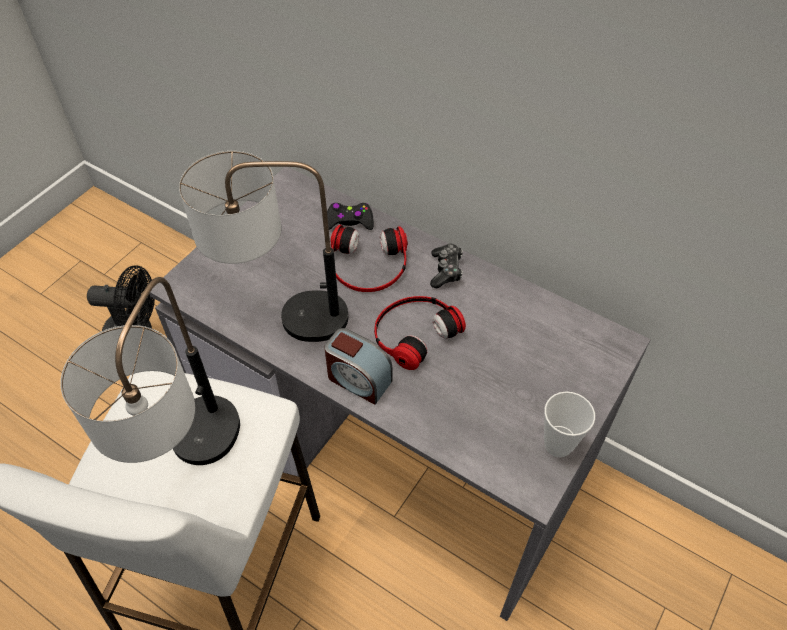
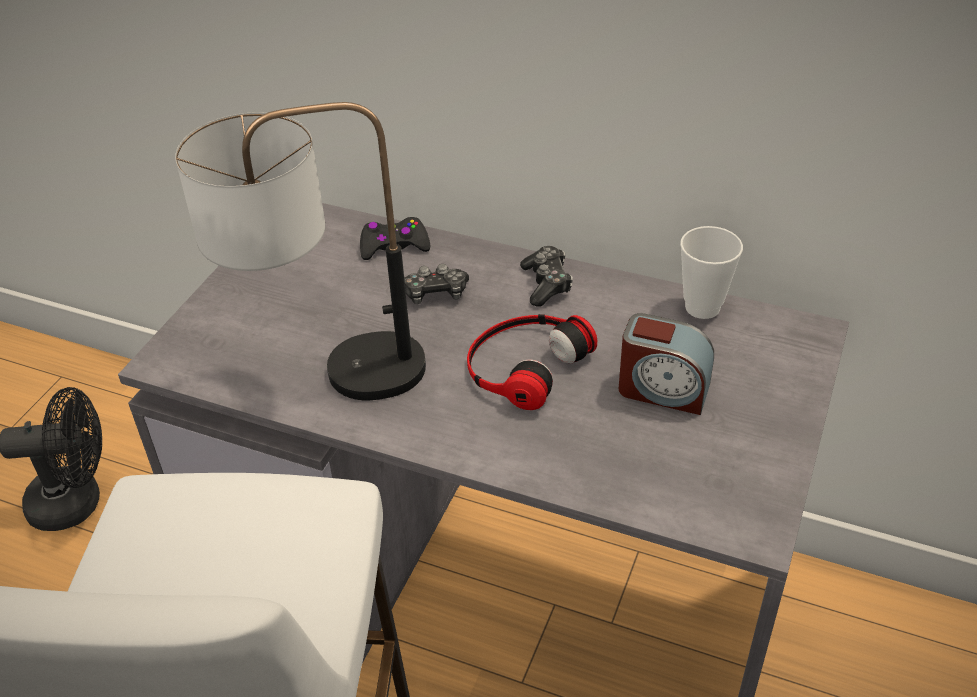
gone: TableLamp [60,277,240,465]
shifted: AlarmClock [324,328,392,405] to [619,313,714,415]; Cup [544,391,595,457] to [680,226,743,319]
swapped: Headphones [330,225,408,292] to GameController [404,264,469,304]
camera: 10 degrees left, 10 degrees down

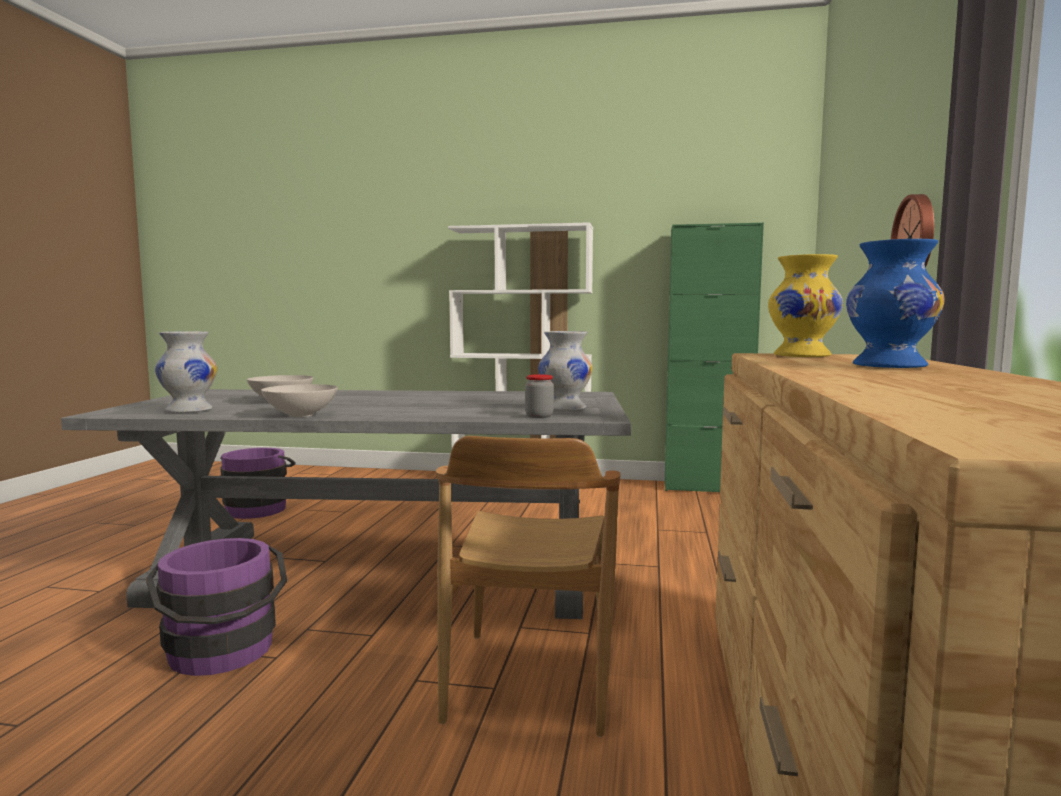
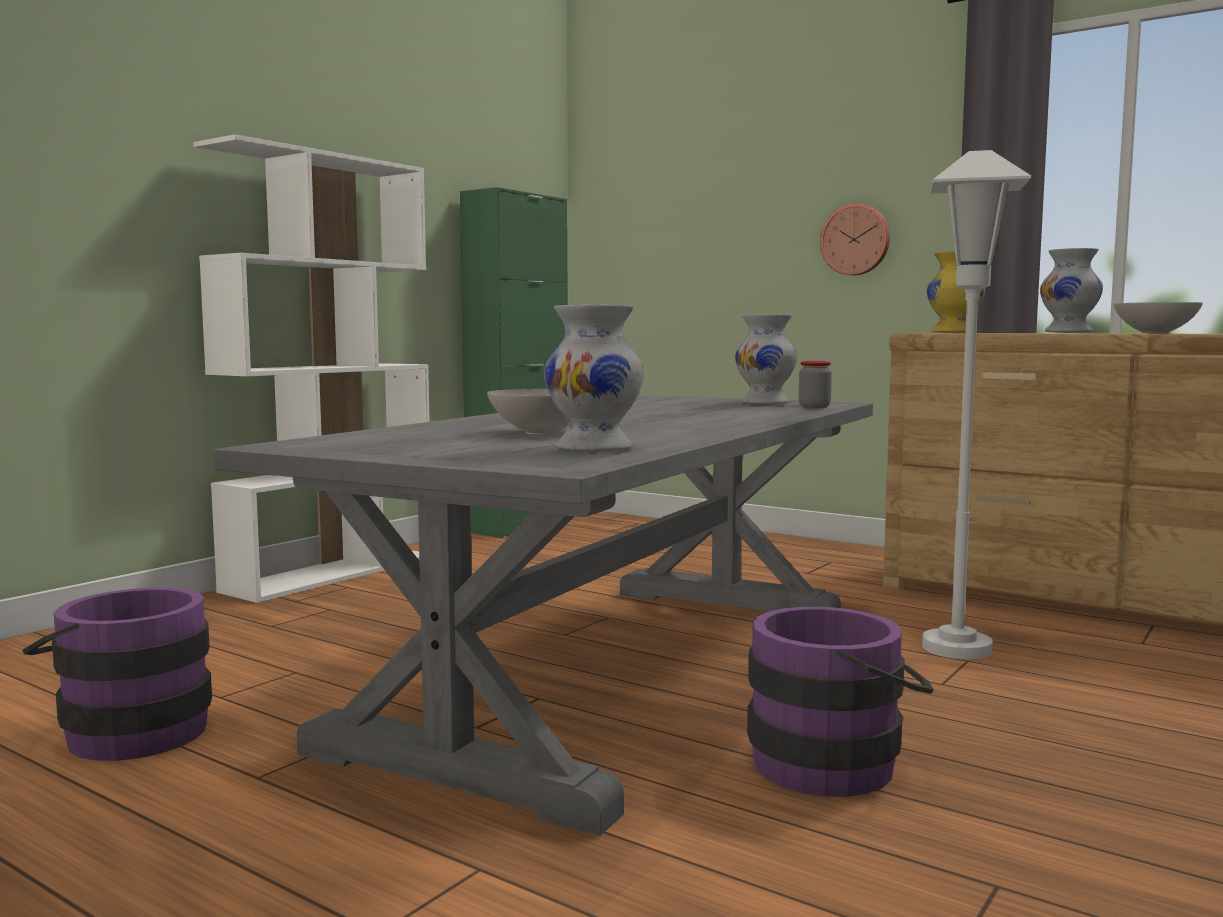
shifted: WhiteBowl [261,384,338,417] to [1113,302,1203,333]
swapped: BrownChair [436,436,620,737] to WhiteFloorLamp [922,150,1031,659]
repainted: BlueVase [846,239,945,368] to WhiteVase [1040,248,1103,333]
camera: 65 degrees left, 0 degrees up

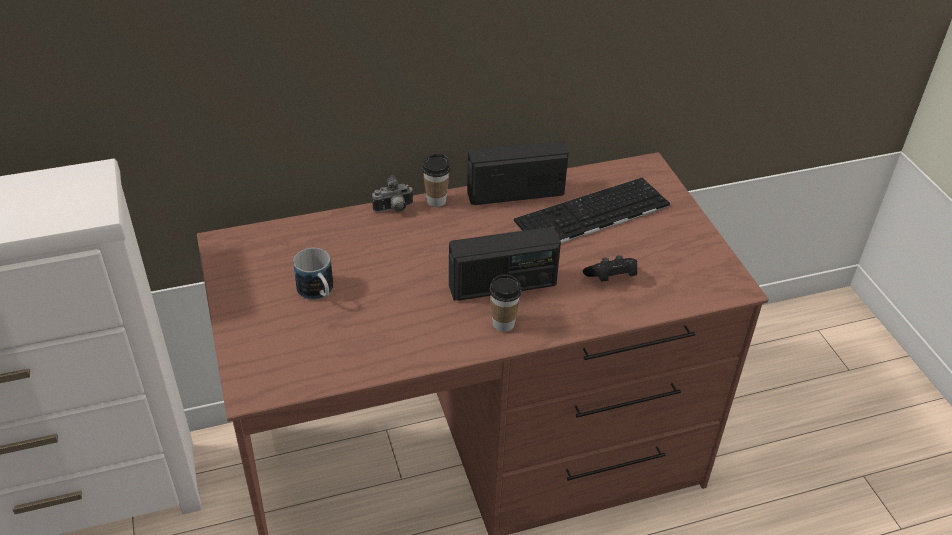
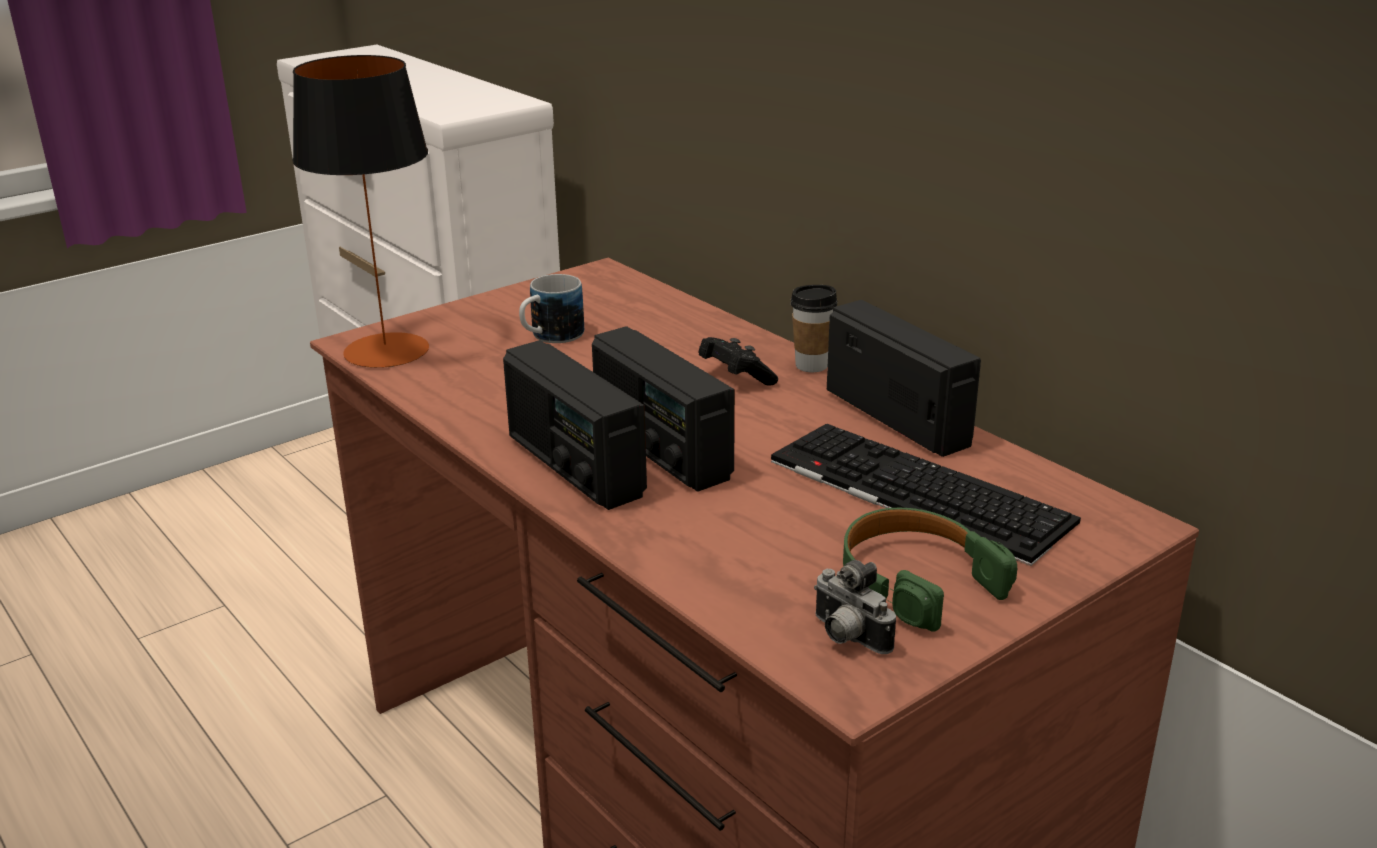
new: TableLamp [292,55,429,368]; GreenHeadphones [843,508,1017,632]
shifted: PhotoCamera [372,175,414,212] to [814,560,896,654]; BlackGameController [583,255,637,282] to [698,337,778,386]
swapped: Cup [489,274,522,332] to Radio [503,340,647,510]
camera: 70 degrees right, 15 degrees down

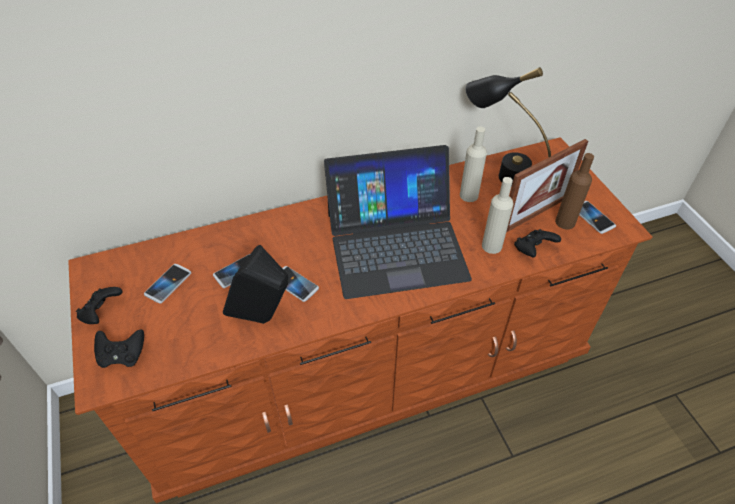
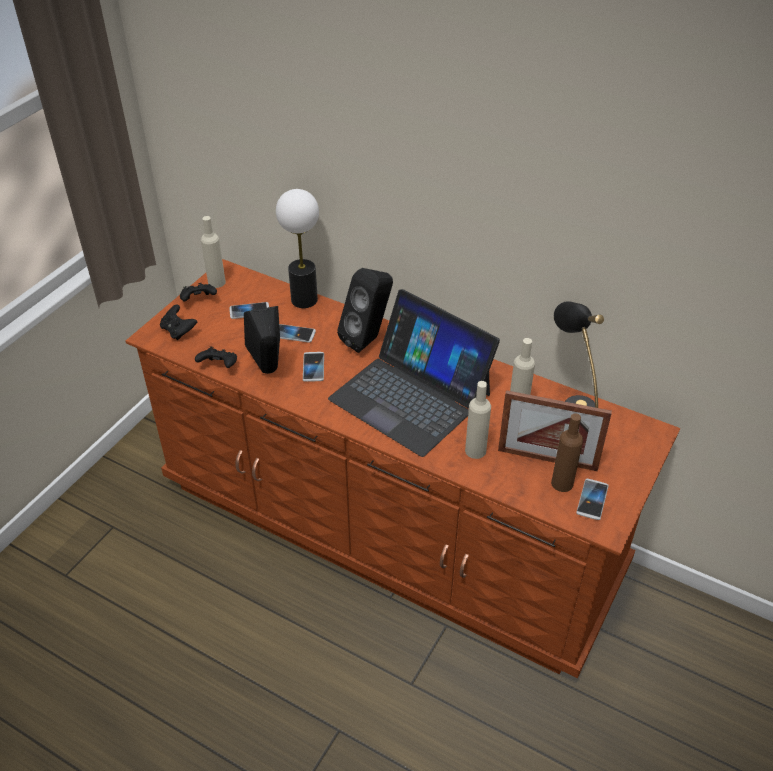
new: TableLamp [276,189,319,308]; BeigeBottle [201,216,226,288]; BlackSpeaker [337,268,393,353]
shifted: BlackGameController [514,229,561,258] to [195,347,237,368]
camera: 50 degrees right, 5 degrees down

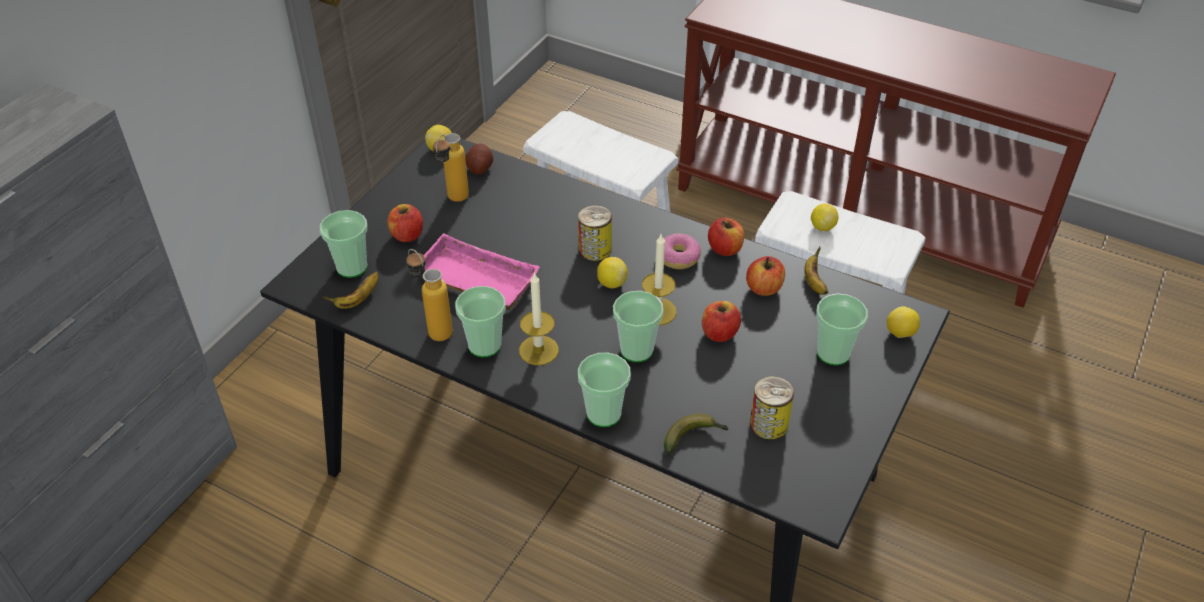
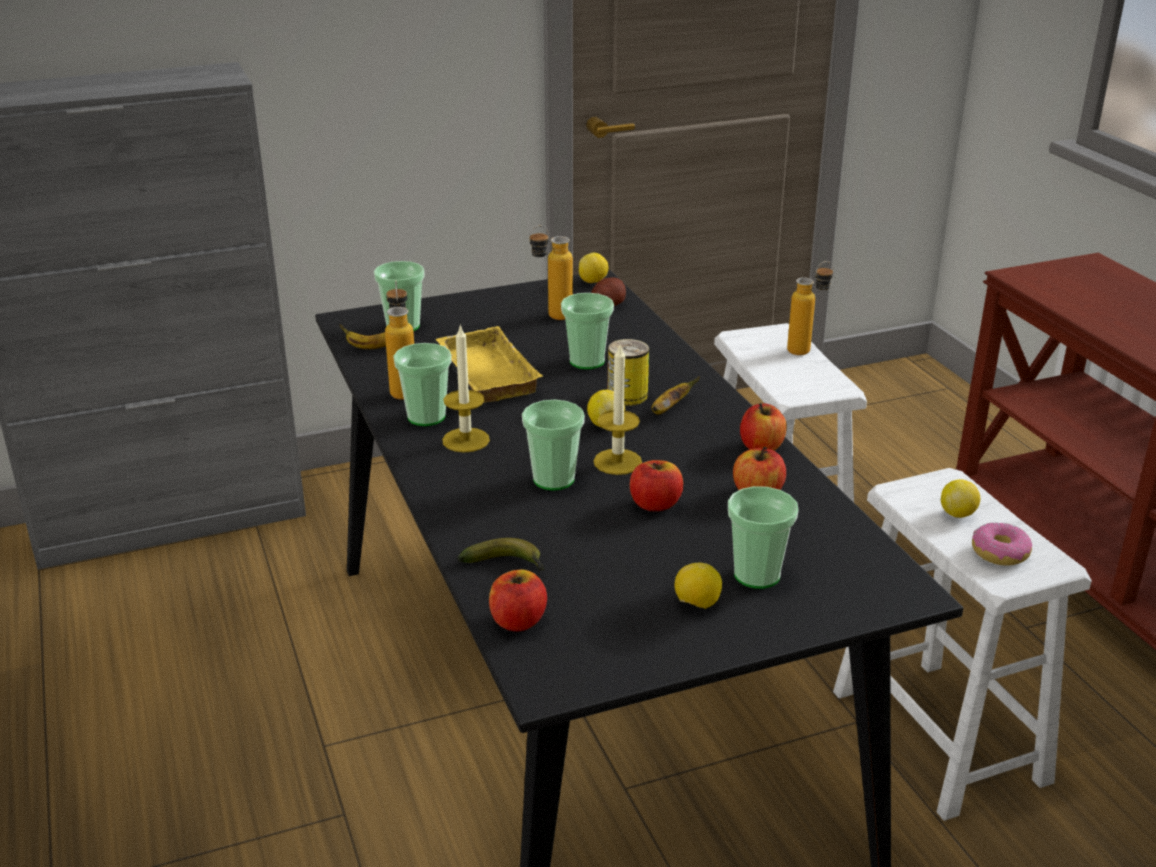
gone: Can [750,376,794,439]
new: Bottle [787,261,833,355]
shifted: Apple [387,204,423,242] to [489,570,547,631]; Donut [663,233,701,269] to [972,522,1032,566]; Banana [804,247,828,295] to [651,376,700,414]; Lemon [887,306,920,338] to [675,563,722,609]; Cup [578,353,631,427] to [561,293,614,369]
repainted: PinkTray [424,233,540,310] to YellowTray [435,326,543,403]
camera: 40 degrees right, 15 degrees down

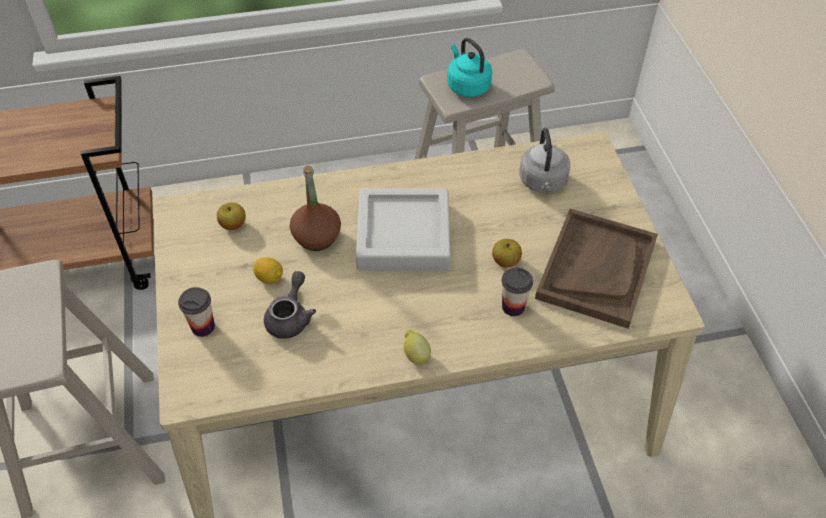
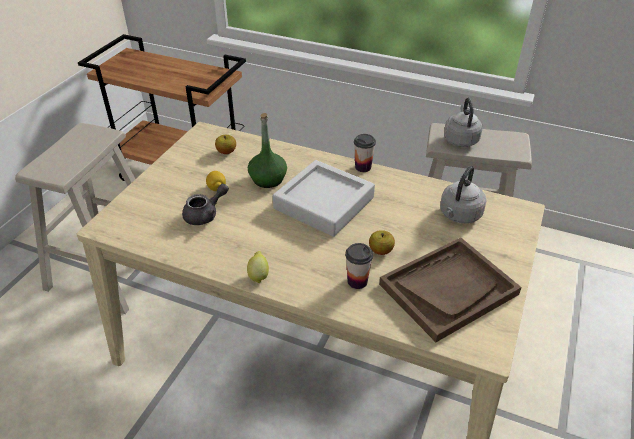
shifted: Cup [178,287,215,337] to [354,134,376,172]
repainted: TurquoiseKettle [447,38,492,97] to GreyKettle [444,98,482,147]; BrownBottle [290,166,341,251] to GreenBottle [248,113,287,188]
camera: 35 degrees right, 10 degrees down

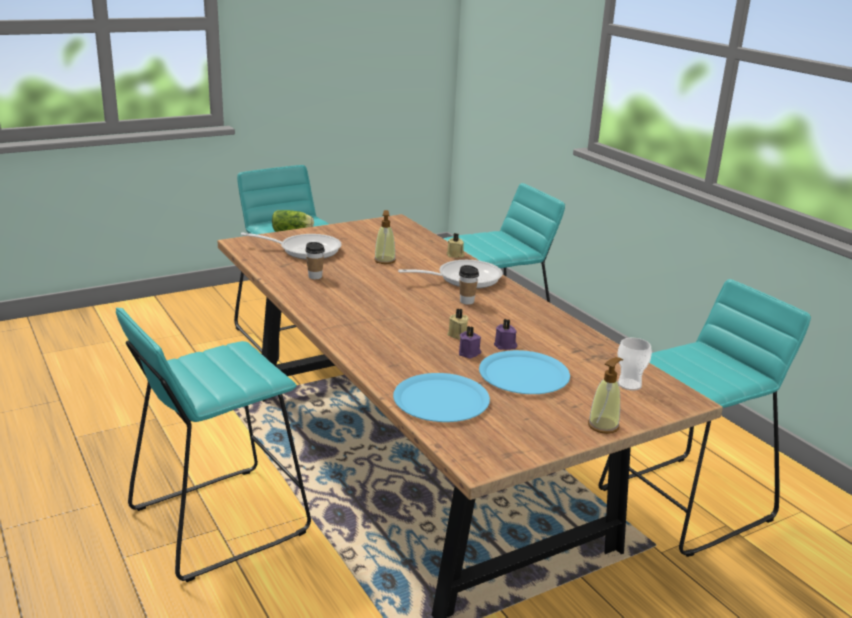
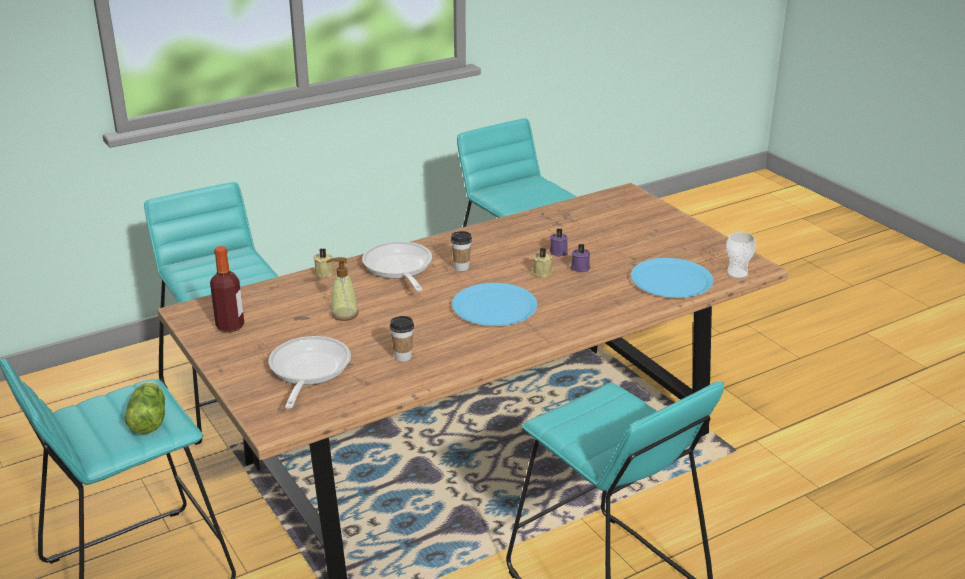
gone: SoapDispenser [588,357,623,434]
new: Bottle [210,246,244,333]
shifted: Cup [617,338,652,391] to [726,232,756,279]; BluePlate [479,350,570,394] to [452,283,537,326]
camera: 90 degrees left, 5 degrees up

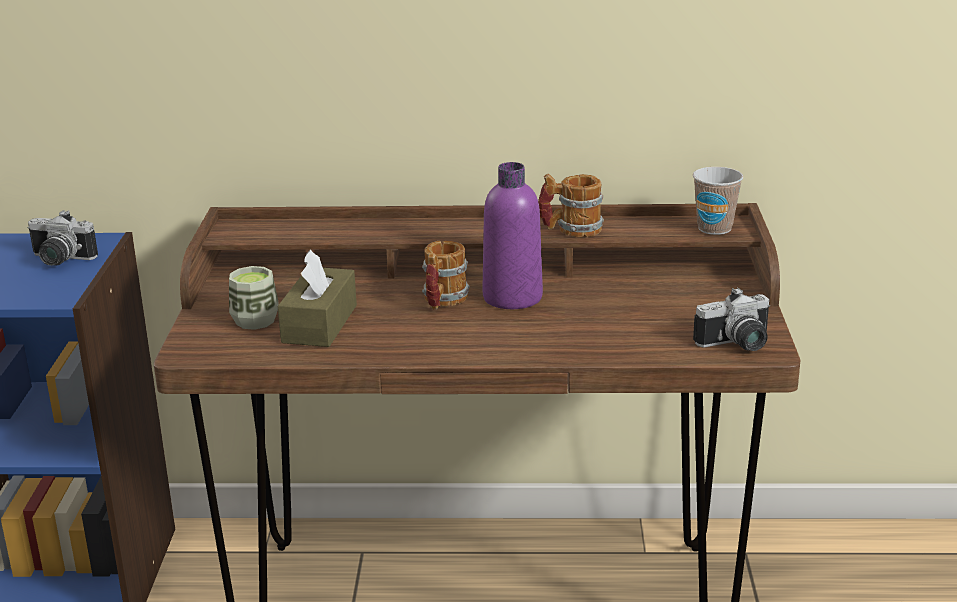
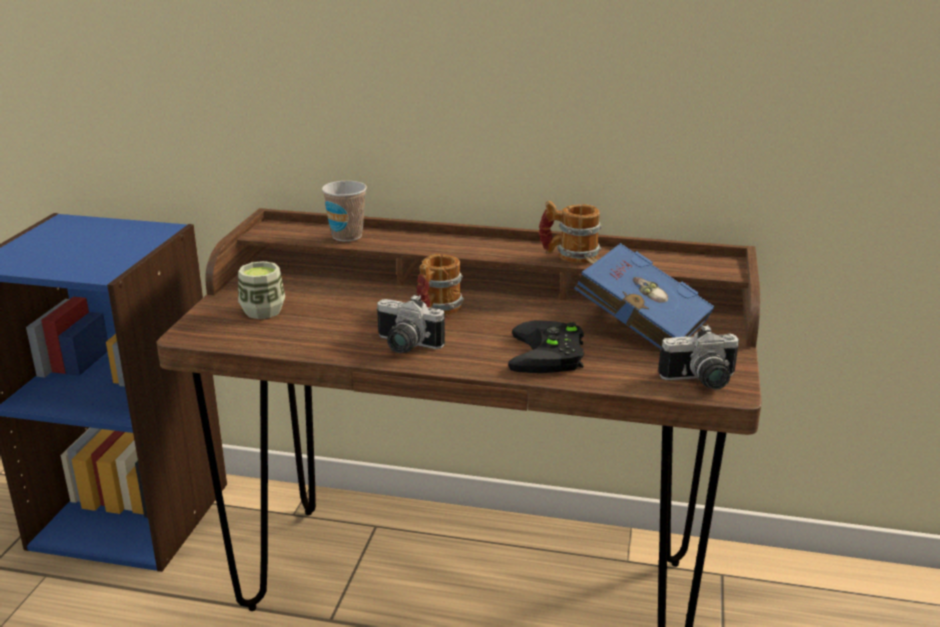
gone: PurpleBottle [483,162,543,309]; BrownTissueBox [278,249,357,347]
new: BlueBook [574,243,715,349]; BlackGameController [508,320,584,373]
shifted: Cup [693,167,743,235] to [322,181,367,242]; PhotoCamera [28,210,98,266] to [376,294,445,353]
camera: 10 degrees right, 0 degrees up

